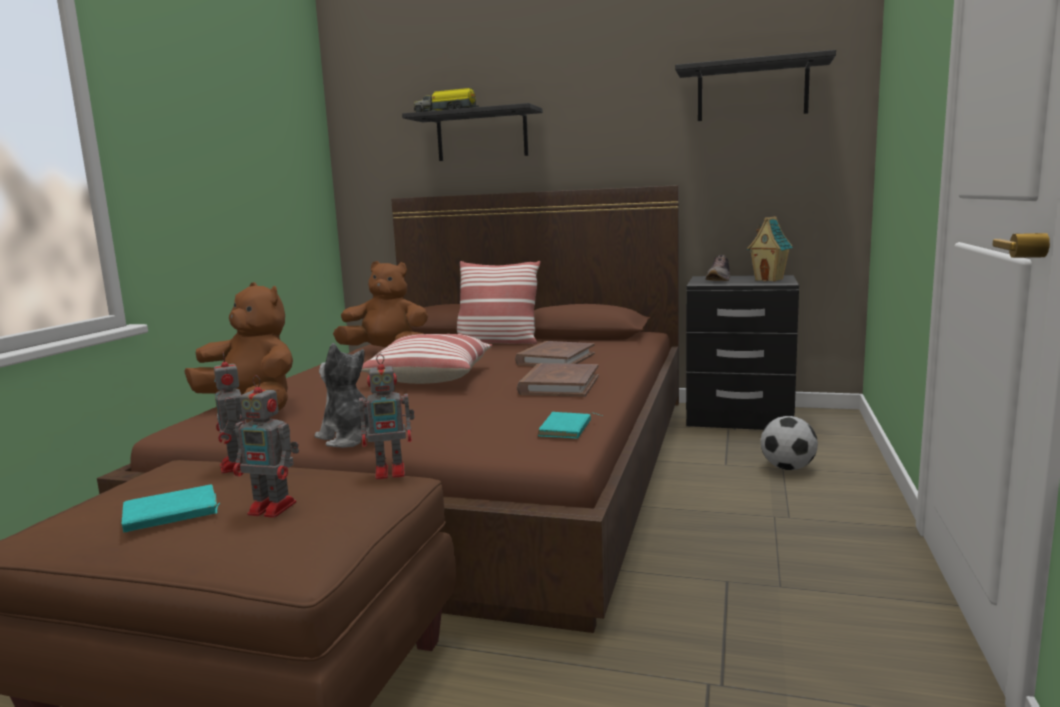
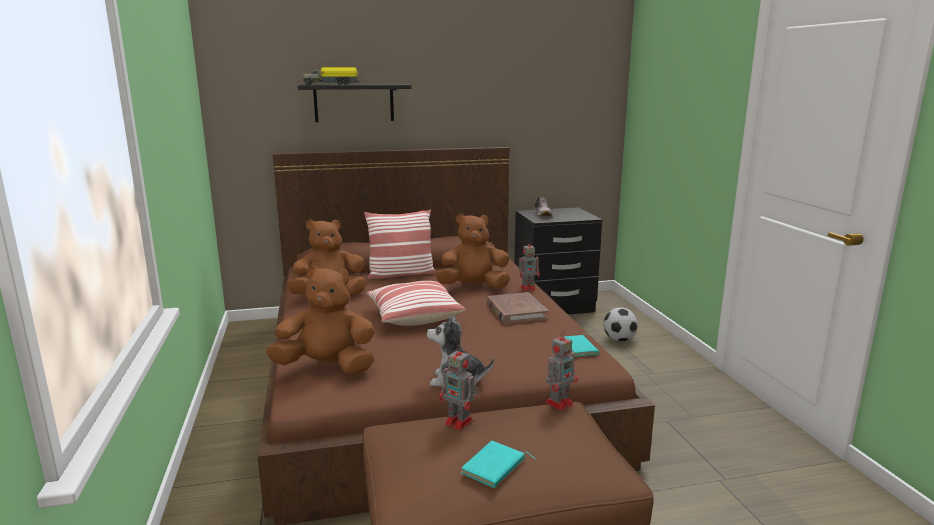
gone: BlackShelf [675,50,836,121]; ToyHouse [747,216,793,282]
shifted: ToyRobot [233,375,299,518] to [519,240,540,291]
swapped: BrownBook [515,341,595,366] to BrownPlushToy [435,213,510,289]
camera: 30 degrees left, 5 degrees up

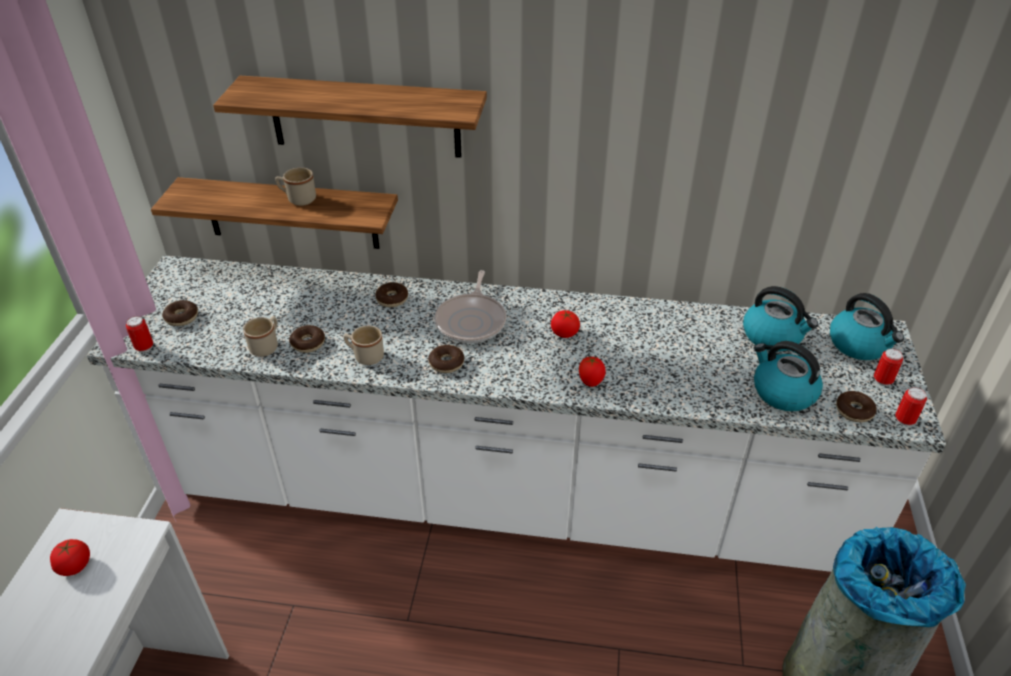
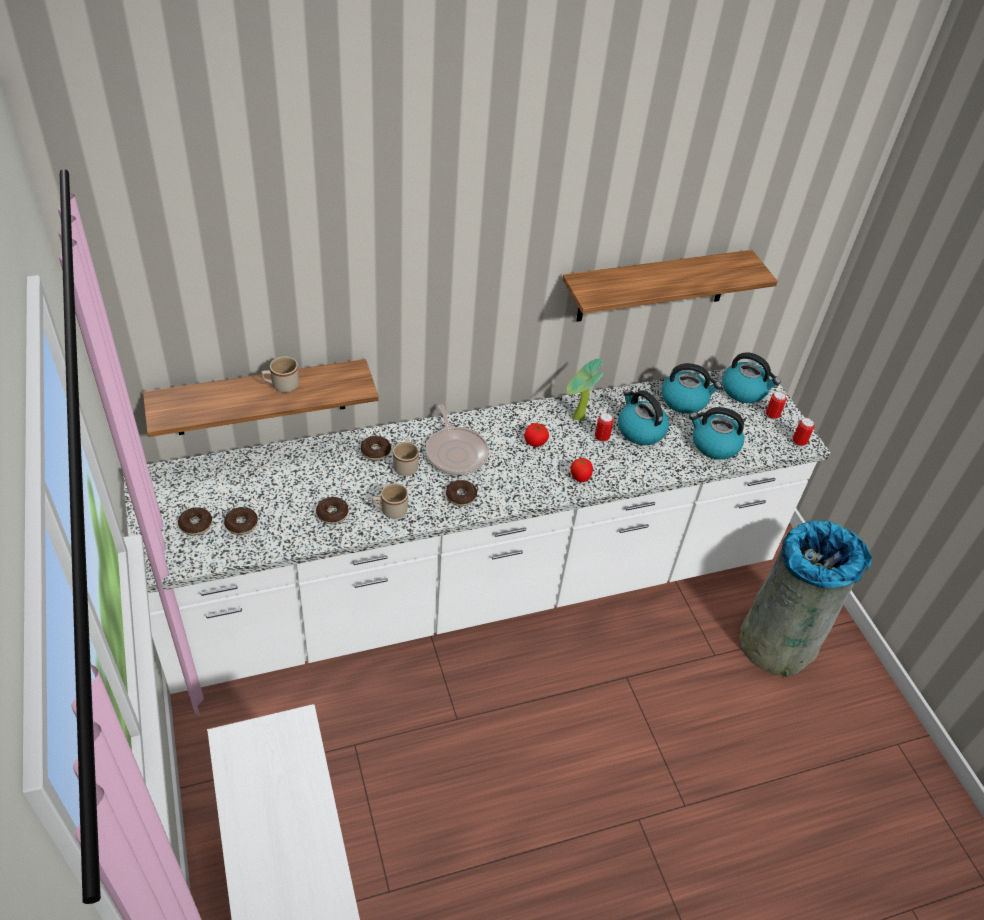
gone: Tomato [50,539,90,576]
new: PottedPlant [567,359,603,421]; Kettle [618,390,669,445]
shifted: Shelf [213,76,487,158] to [562,250,778,322]; Can [126,316,153,353] to [595,413,614,442]; BeigeMug [243,316,278,357] to [393,439,419,476]; Donut [836,391,877,422] to [224,507,258,535]
camera: 30 degrees left, 5 degrees up

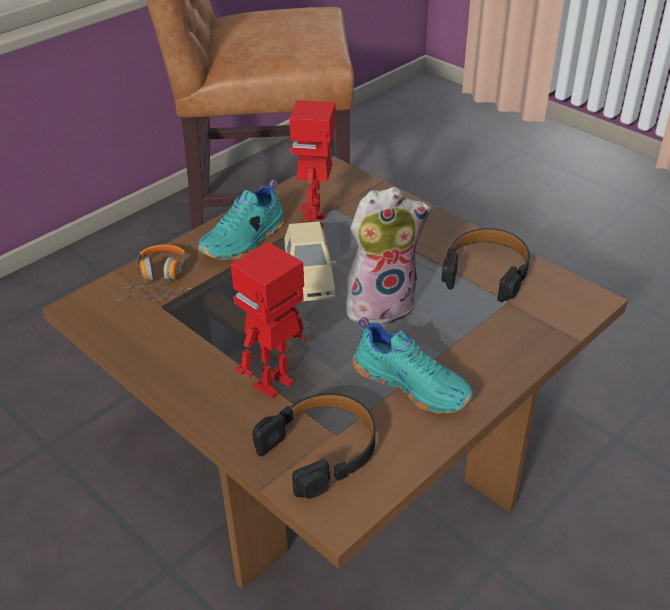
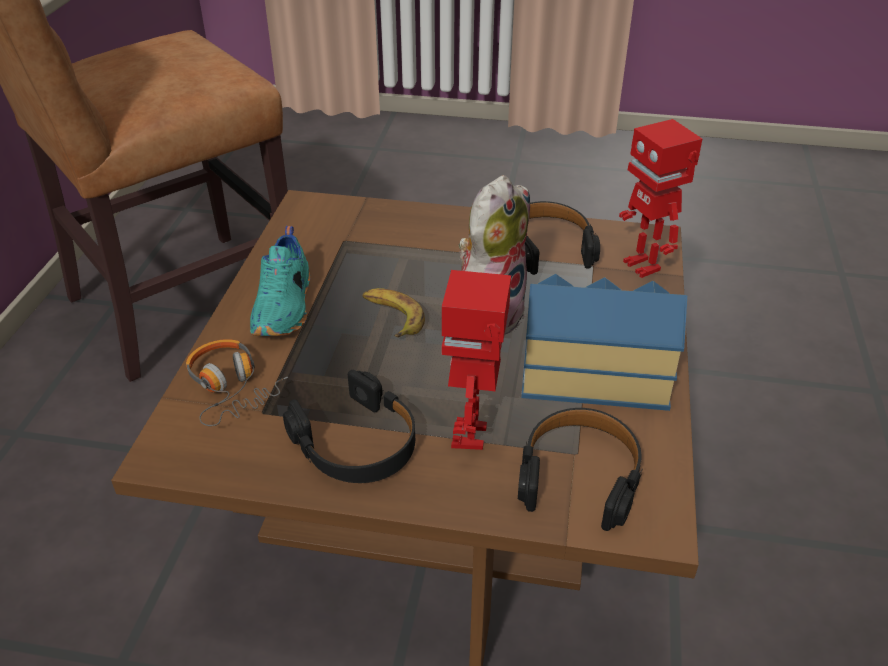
new: BlackHeadphones [283,370,415,483]
shifted: ToyRobot [289,100,336,229] to [619,119,702,278]
swapped: BeigeToyCar [284,221,336,301] to Banana [362,288,425,337]; TurquoiseShoe [353,317,473,414] to ToyHouse [521,274,687,411]
camera: 35 degrees left, 0 degrees up

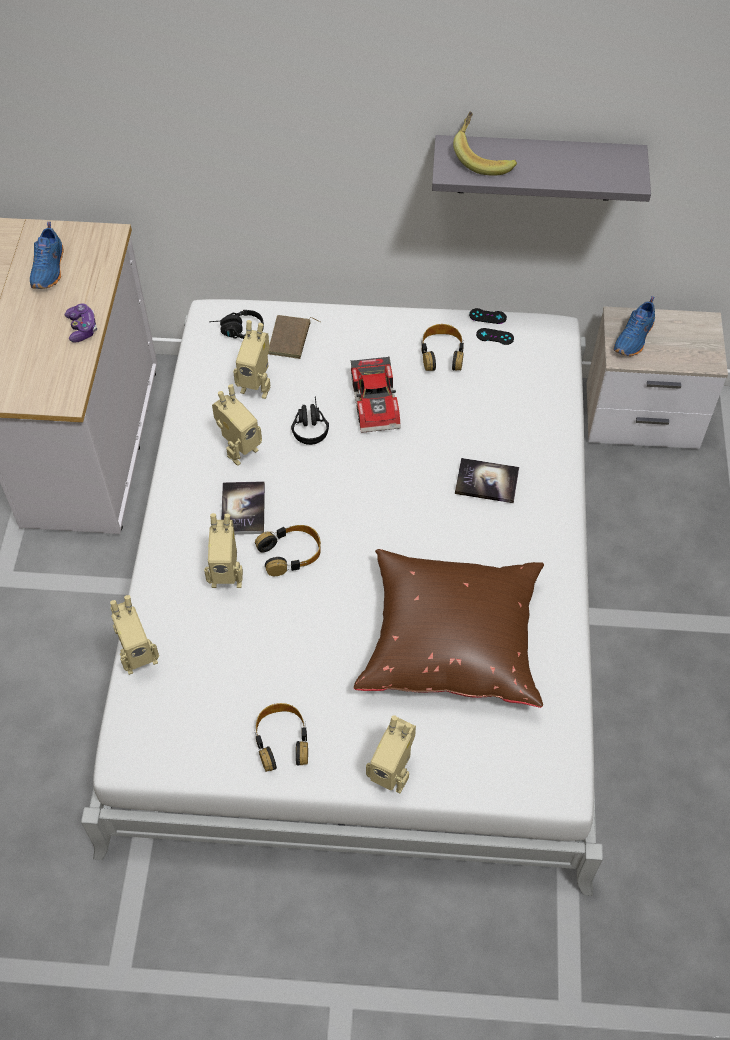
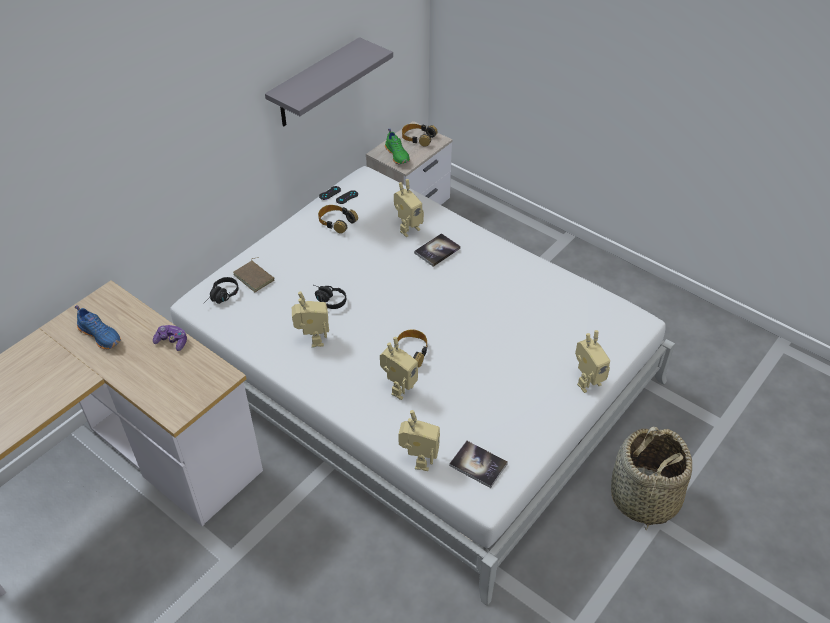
gone: Banana [453,112,517,176]; ToyCar [351,357,401,433]; BrownPillow [354,549,544,708]
new: Basket [611,426,692,530]
shifted: ToyRobot [233,320,271,399] to [394,179,424,237]; Book [221,481,265,535] to [449,441,508,488]; Headphones [254,703,308,772] to [402,124,438,147]
repainted: BlueShoe [613,296,655,356] to GreenShoe [385,129,410,165]
camera: 55 degrees left, 10 degrees down

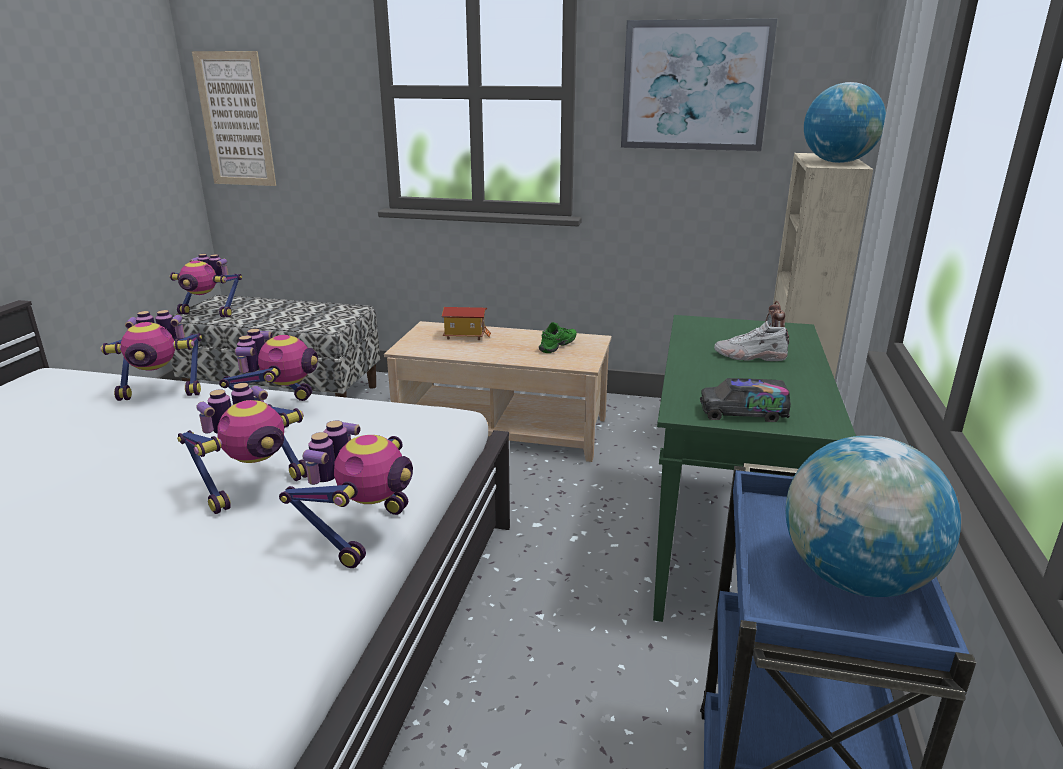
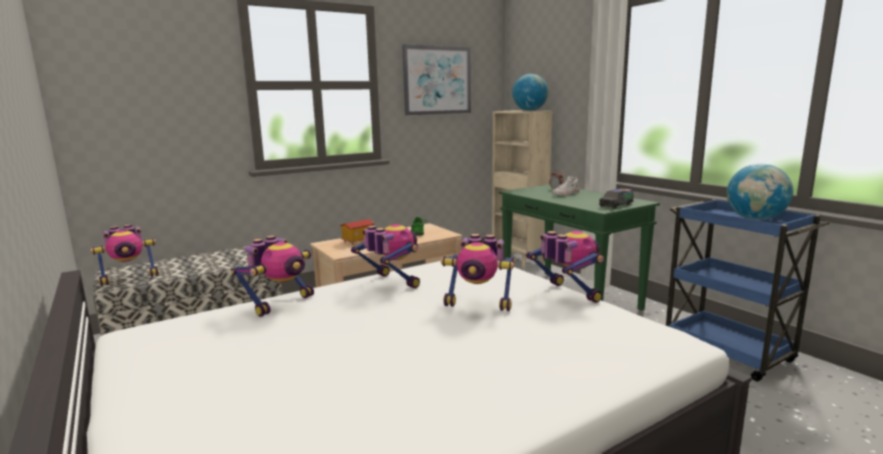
gone: Picture [192,51,276,186]
rotated: ToyRobot [177,383,307,514] = [441,234,515,311] 105 degrees clockwise
camera: 45 degrees left, 10 degrees down

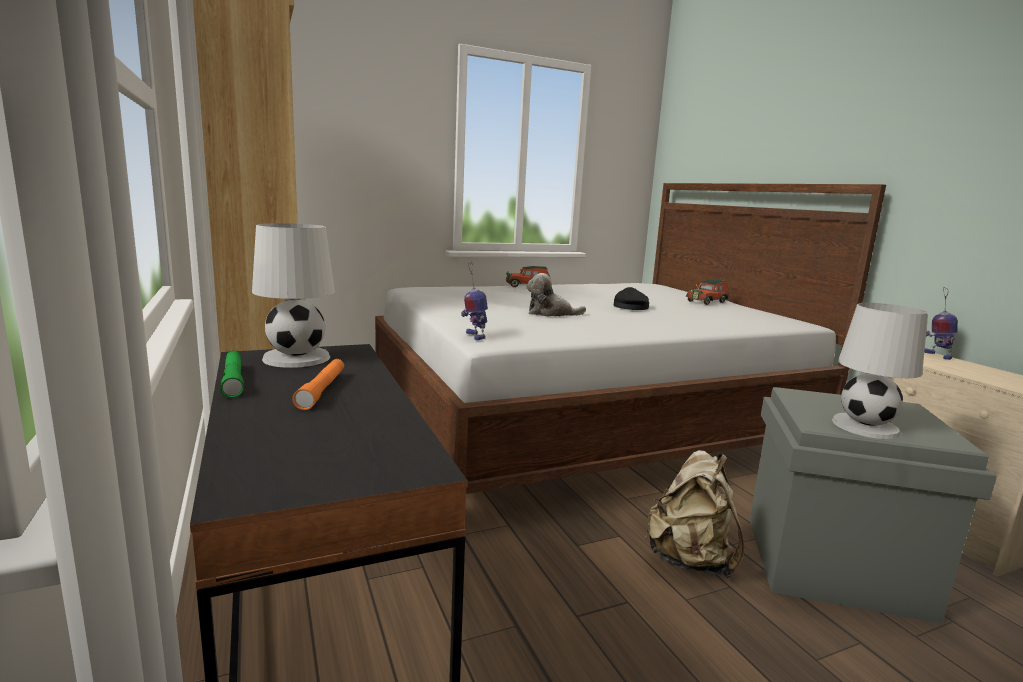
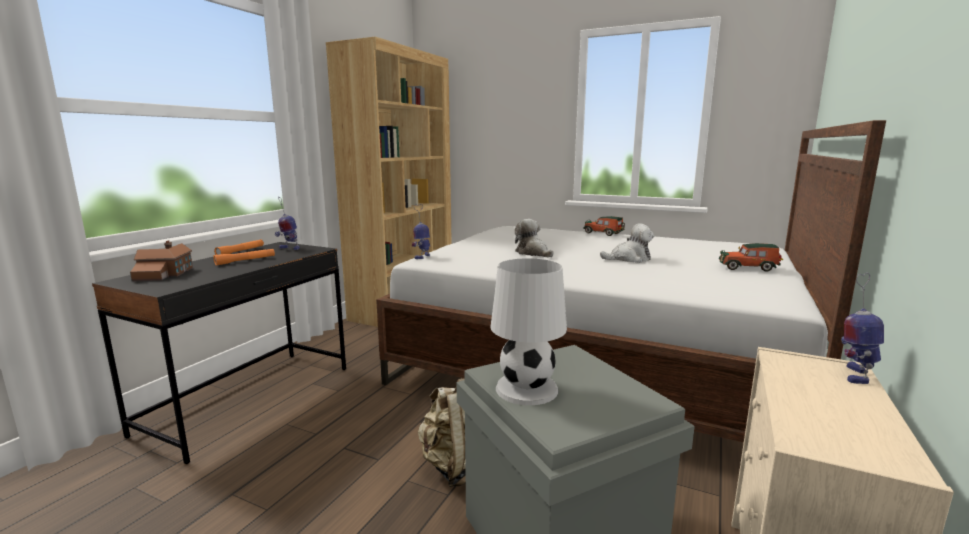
new: ToyHouse [130,240,193,282]
swapped: WhiteTableLamp [252,223,335,368] to ToyRobot [275,196,300,250]; BlackCap [614,287,649,310] to PlushToy [600,224,654,263]
repainted: GreenFlashlight [220,350,244,398] to OrangeFlashlight [214,239,264,255]
camera: 50 degrees right, 0 degrees up

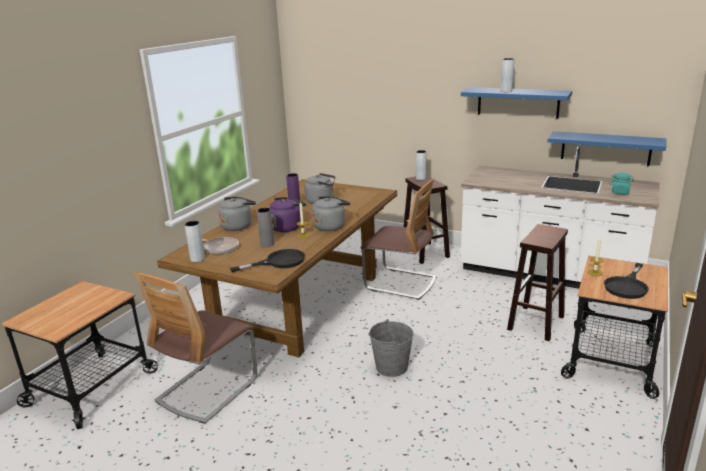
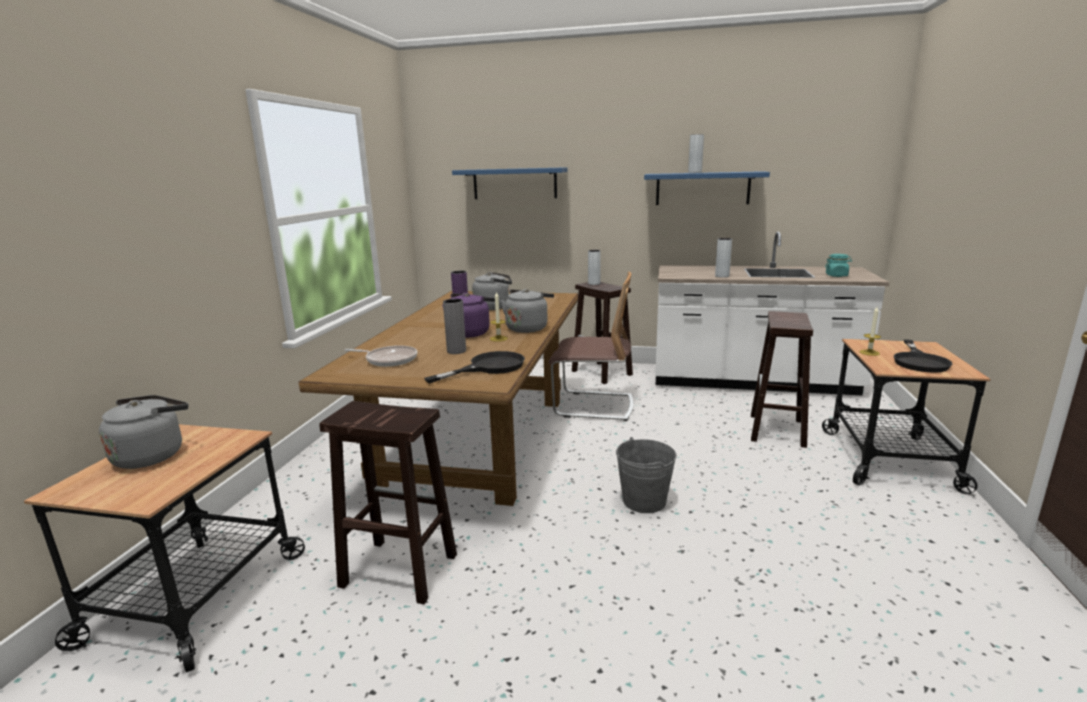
shifted: BlueShelf [548,131,666,166] to [452,167,567,199]; GreyKettle [218,197,256,231] to [99,395,188,469]; GreyVase [184,221,205,262] to [715,238,732,278]
swapped: Chair [134,272,257,424] to BrownStool [319,401,457,604]
camera: 15 degrees left, 5 degrees down

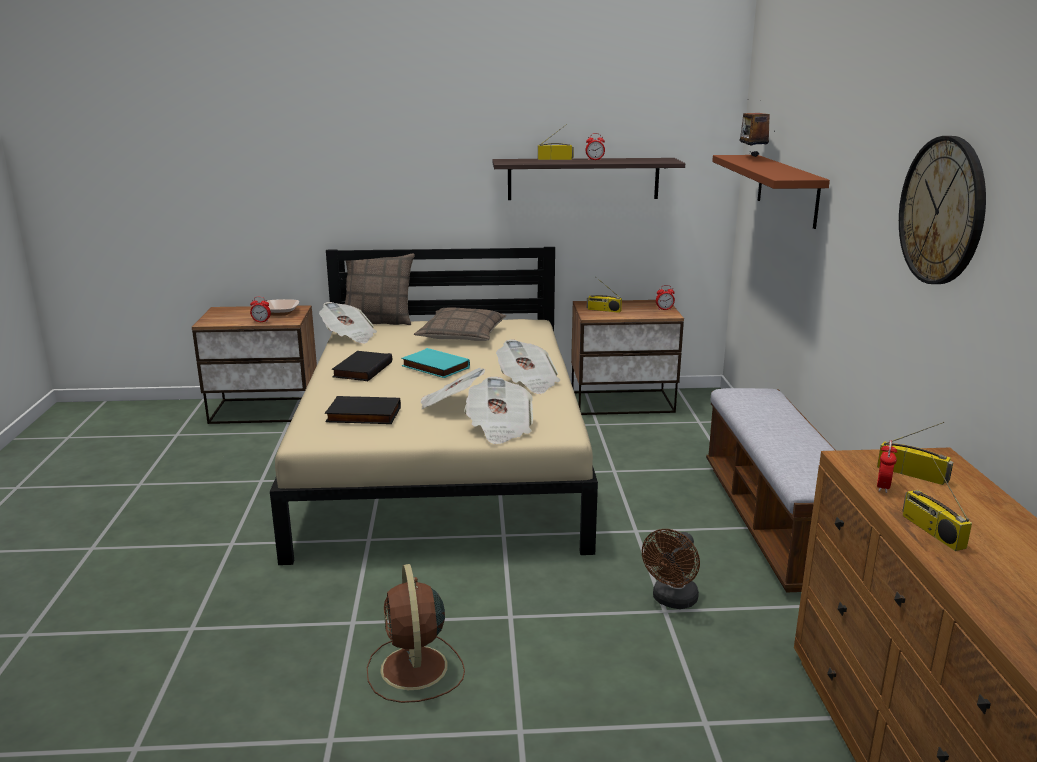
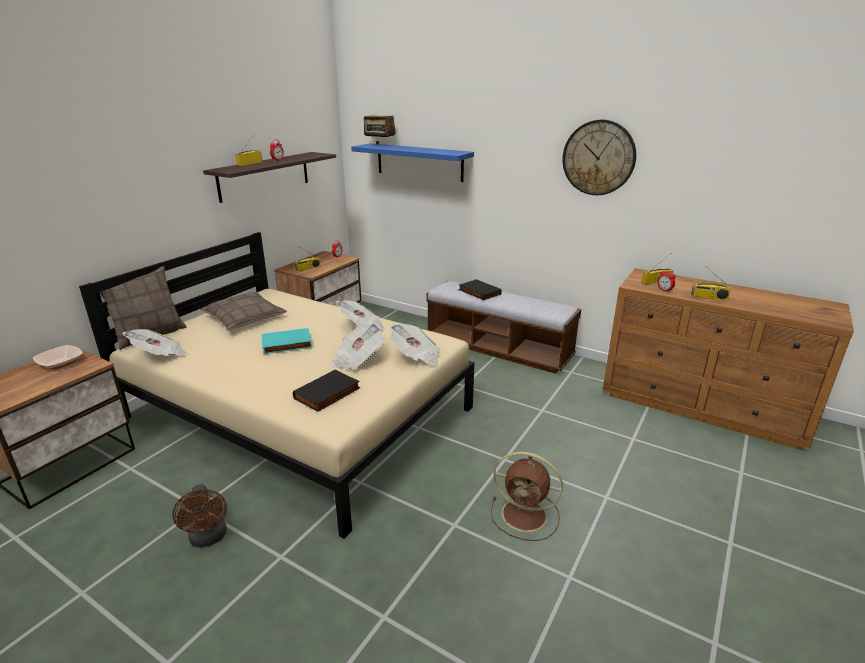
gone: AlarmClock [250,297,271,322]
shifted: BlackBook [332,351,392,381] to [458,279,502,300]; BrownFan [642,529,700,609] to [172,484,227,548]
repainted: BrownShelf [712,155,830,229] to BlueShelf [351,143,474,182]
camera: 55 degrees left, 5 degrees up

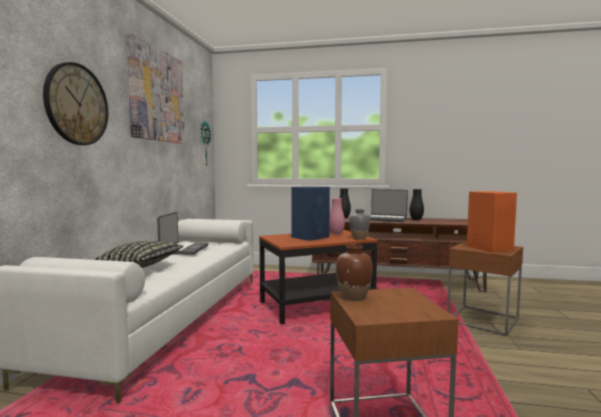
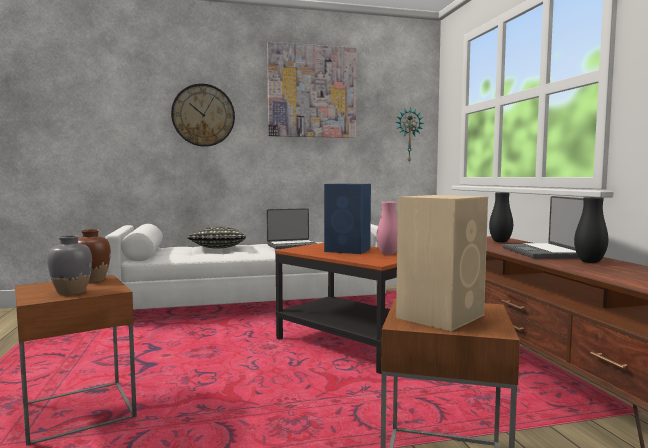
shifted: GreyVase [349,209,370,240] to [47,235,92,295]
repainted: OrangeSpeaker [467,191,517,253] to BeigeSpeaker [396,195,488,331]
camera: 65 degrees right, 0 degrees up

